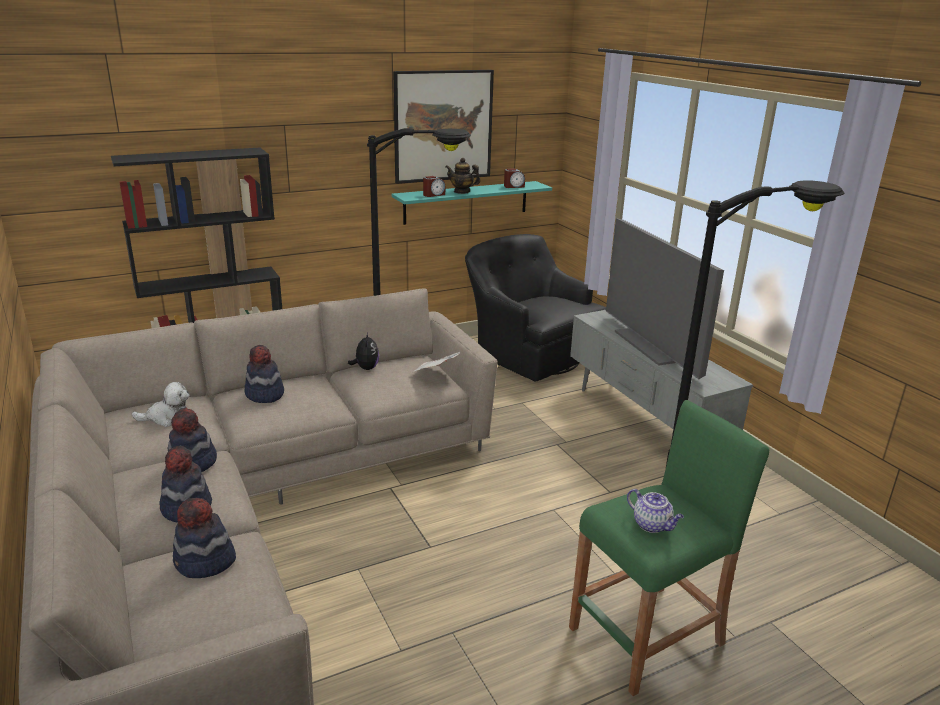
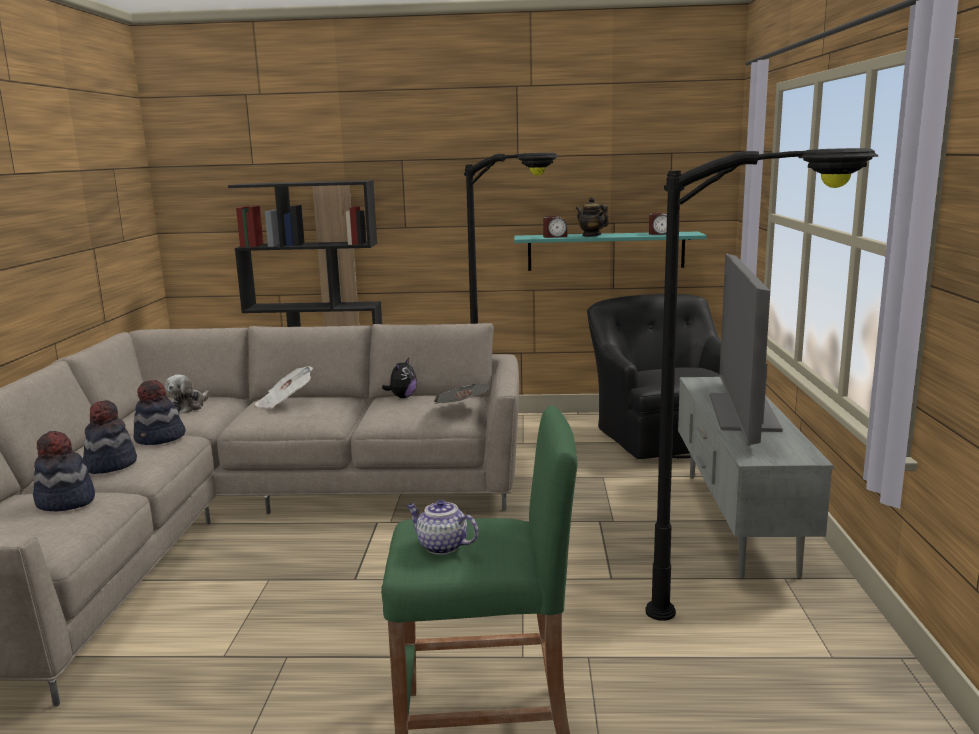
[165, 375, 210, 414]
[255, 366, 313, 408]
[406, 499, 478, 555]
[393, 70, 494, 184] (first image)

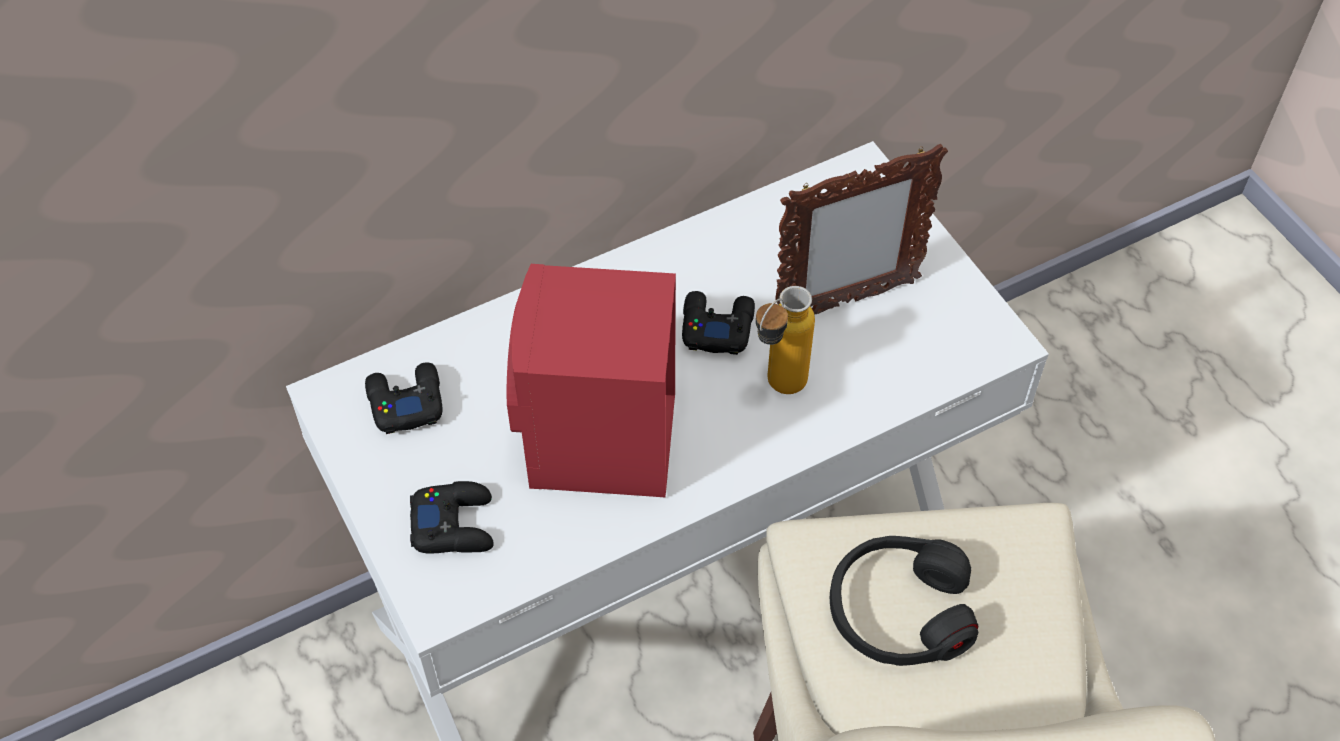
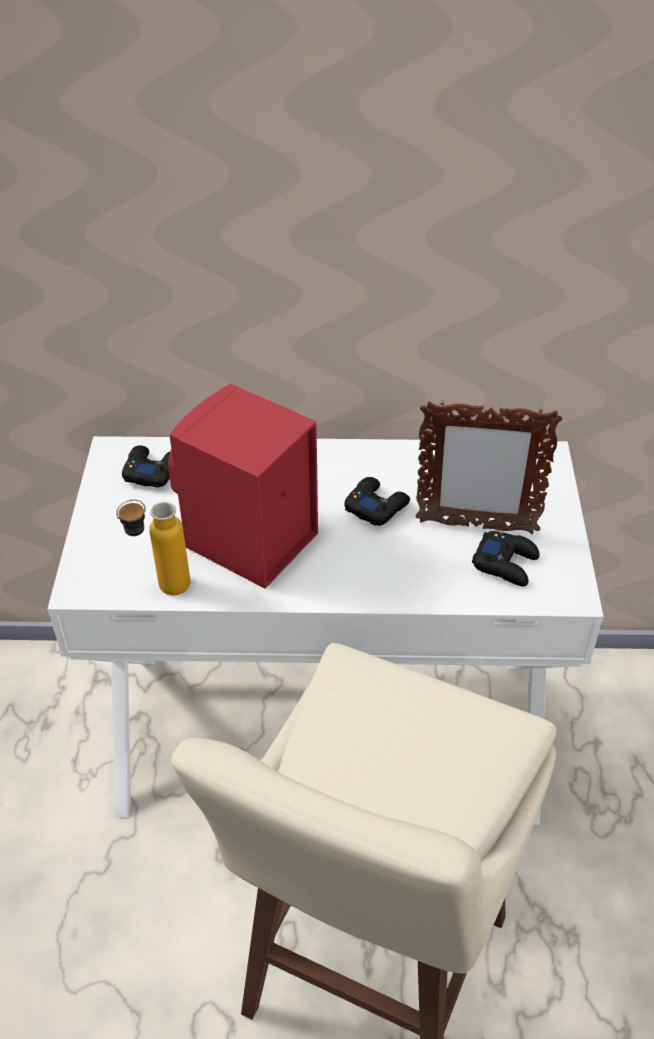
[116, 499, 190, 595]
[472, 531, 540, 586]
[830, 536, 978, 666] (first image)

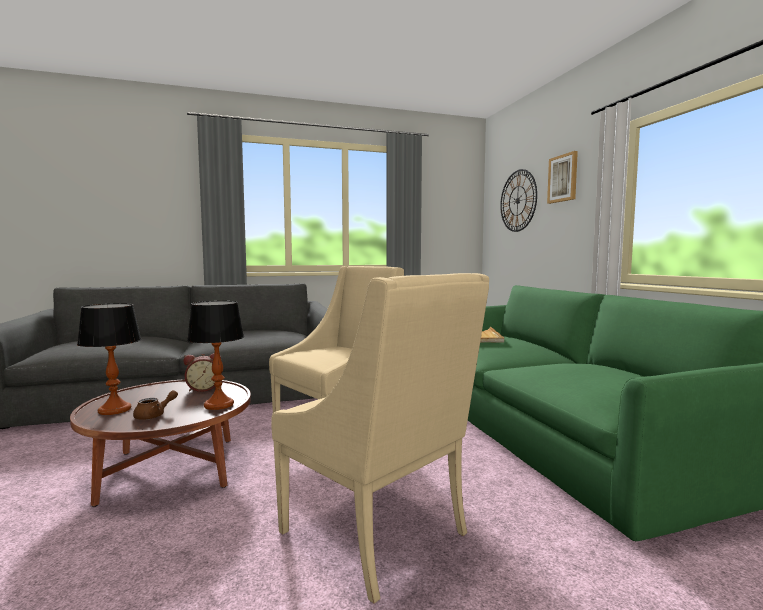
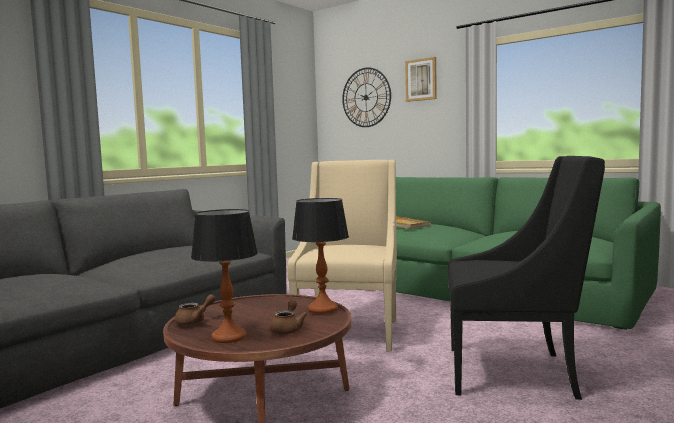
[175, 294, 216, 325]
[448, 156, 605, 400]
[183, 353, 221, 392] (first image)

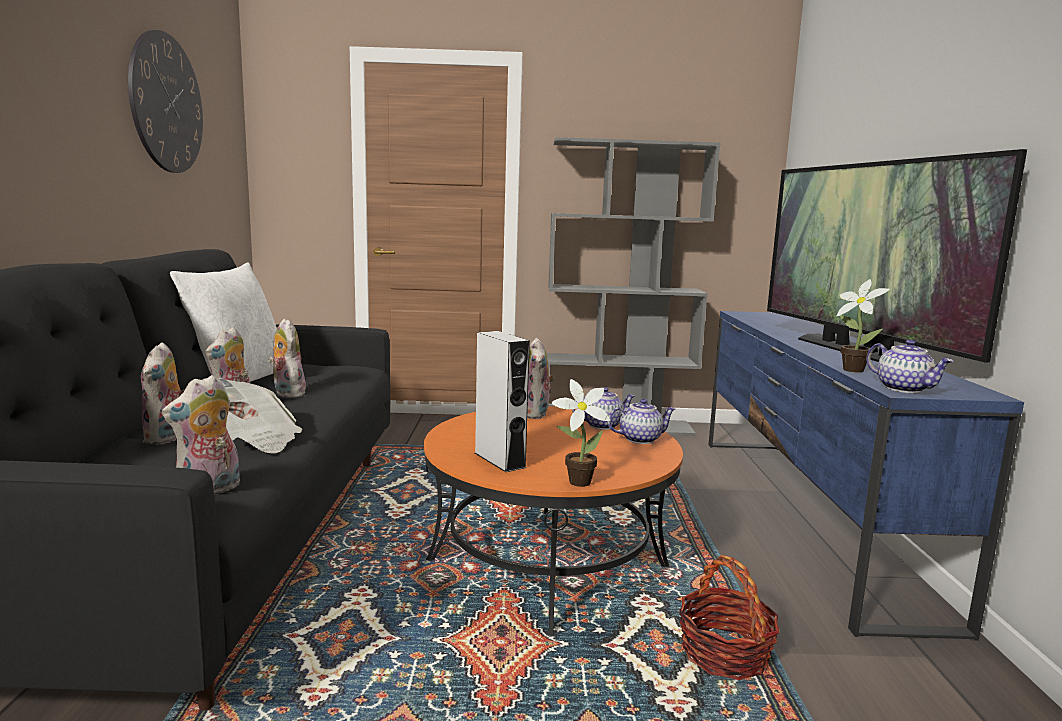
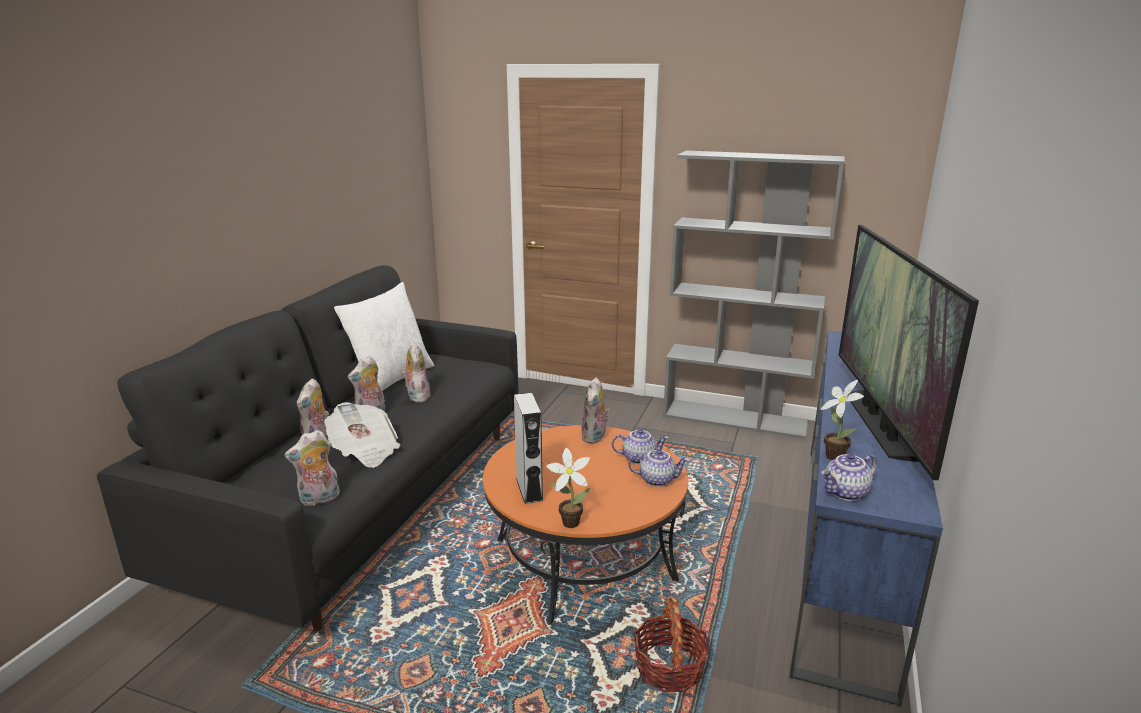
[821, 453, 877, 501]
[128, 30, 203, 173] (first image)

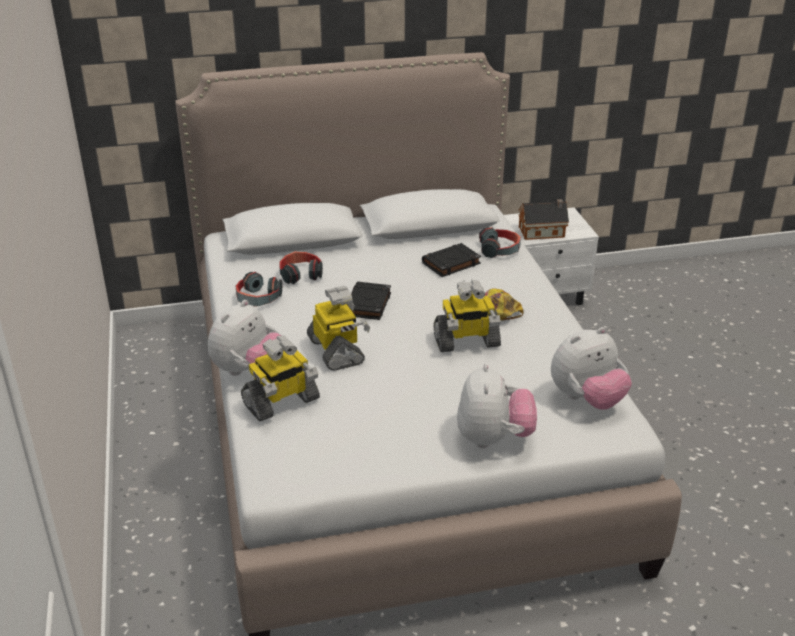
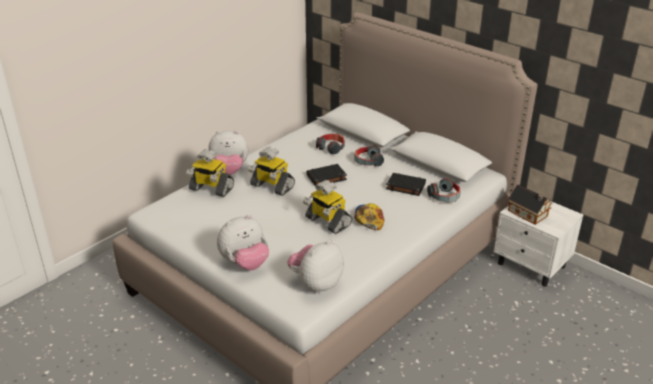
[248, 147, 295, 196]
[287, 240, 344, 293]
[354, 145, 384, 166]

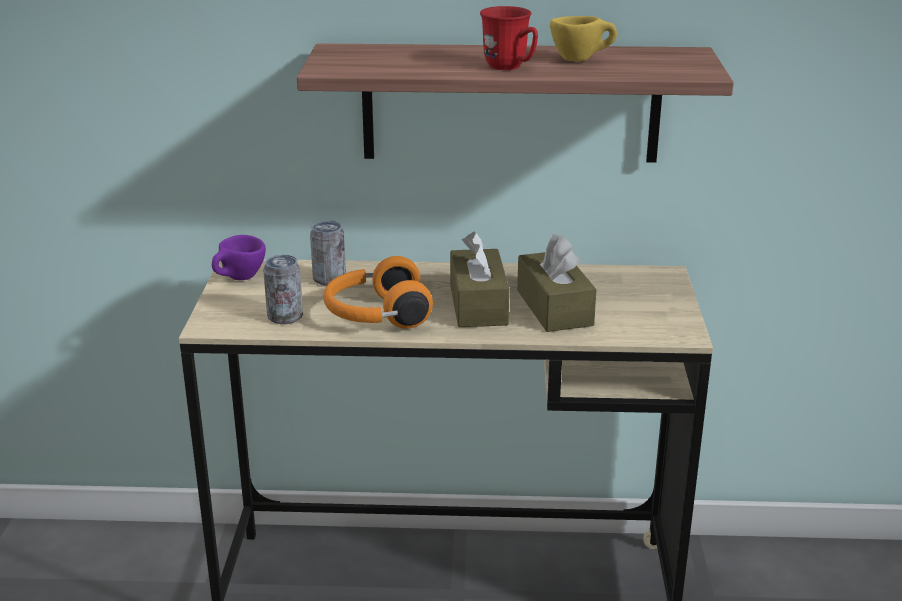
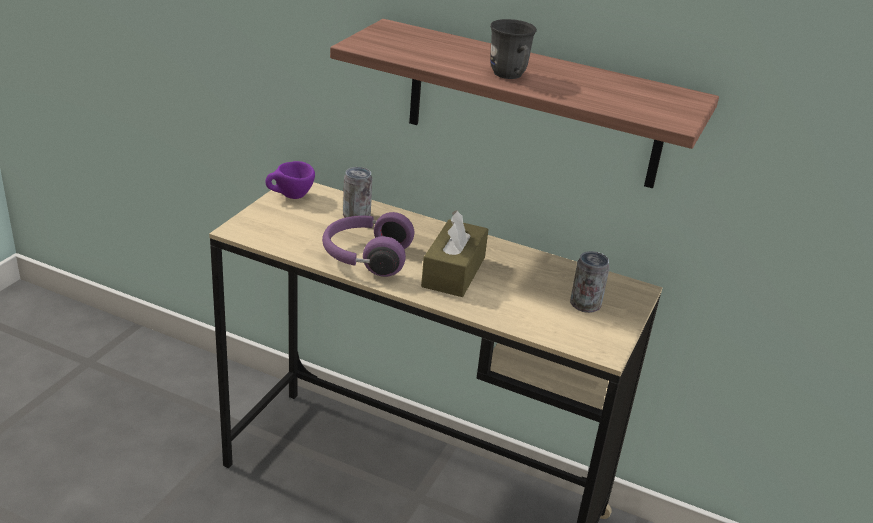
[322, 212, 414, 277]
[490, 19, 537, 79]
[570, 251, 609, 313]
[517, 234, 597, 332] (first image)
[550, 16, 617, 61] (first image)

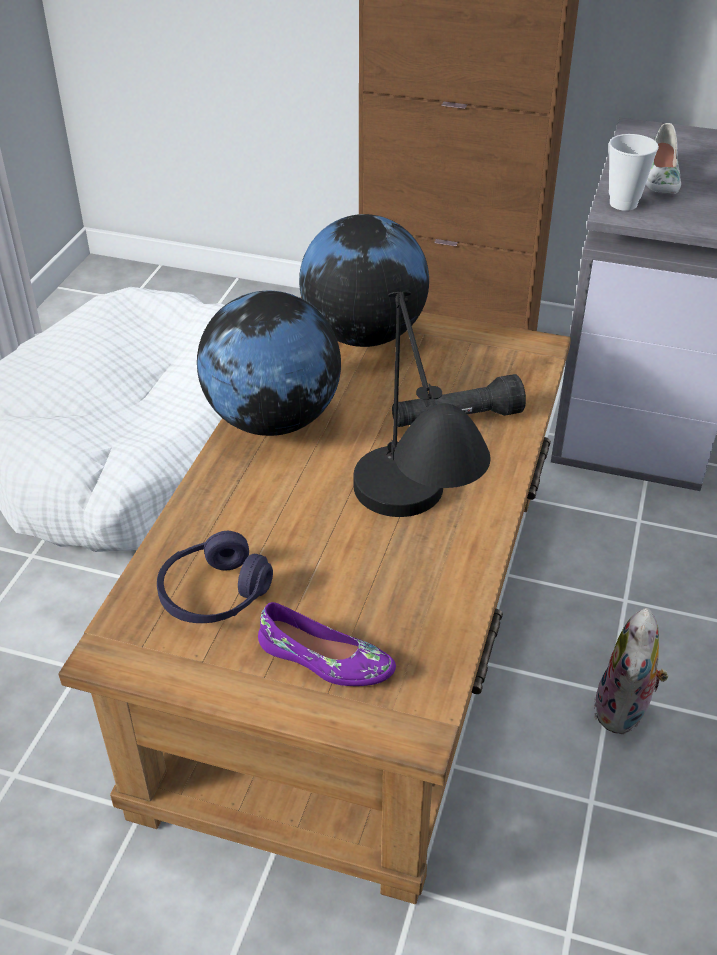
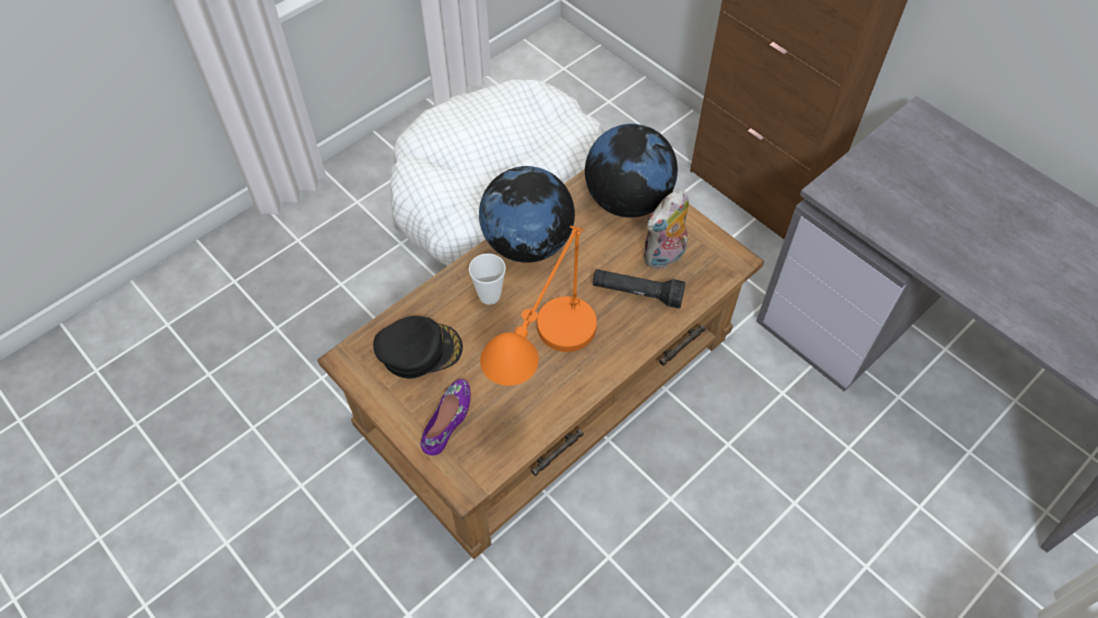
[373, 316, 463, 379]
[420, 379, 471, 455]
[469, 253, 506, 305]
[480, 226, 597, 386]
[643, 189, 689, 269]
[646, 123, 681, 194] (first image)

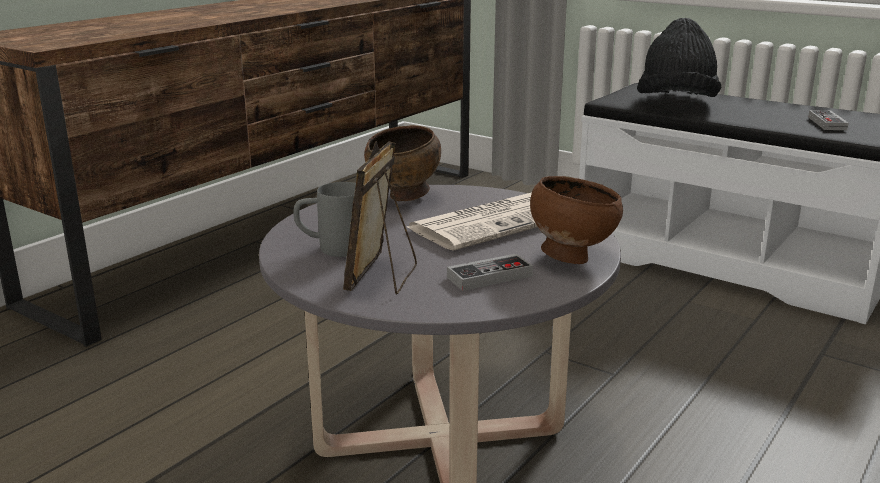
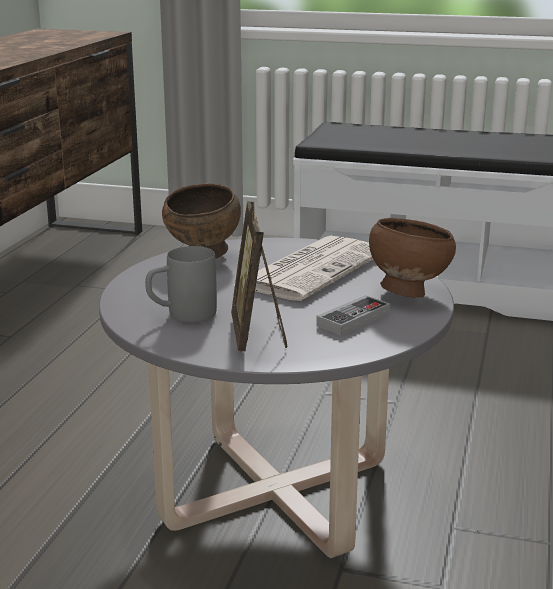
[637, 18, 721, 97] (first image)
[808, 110, 849, 130] (first image)

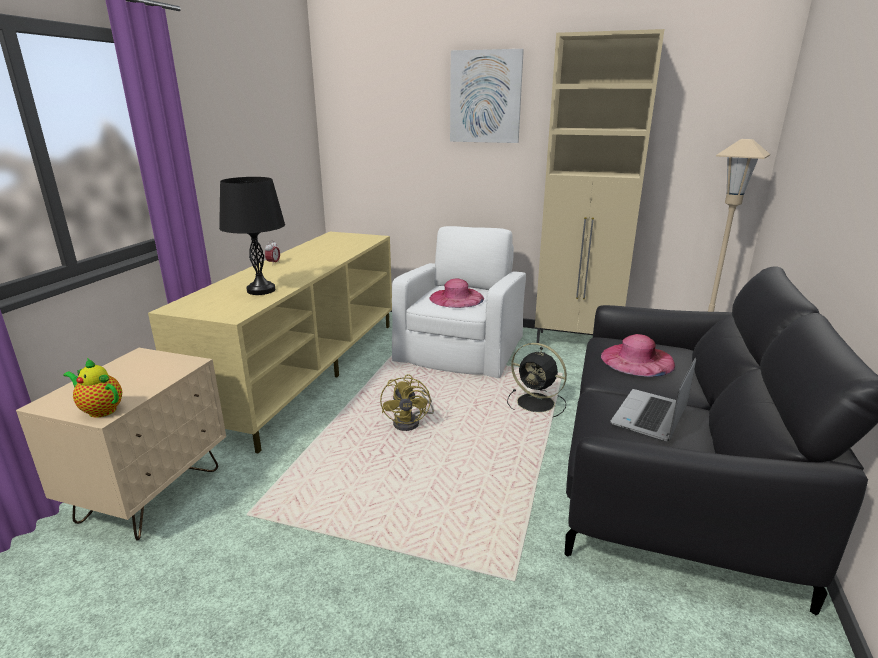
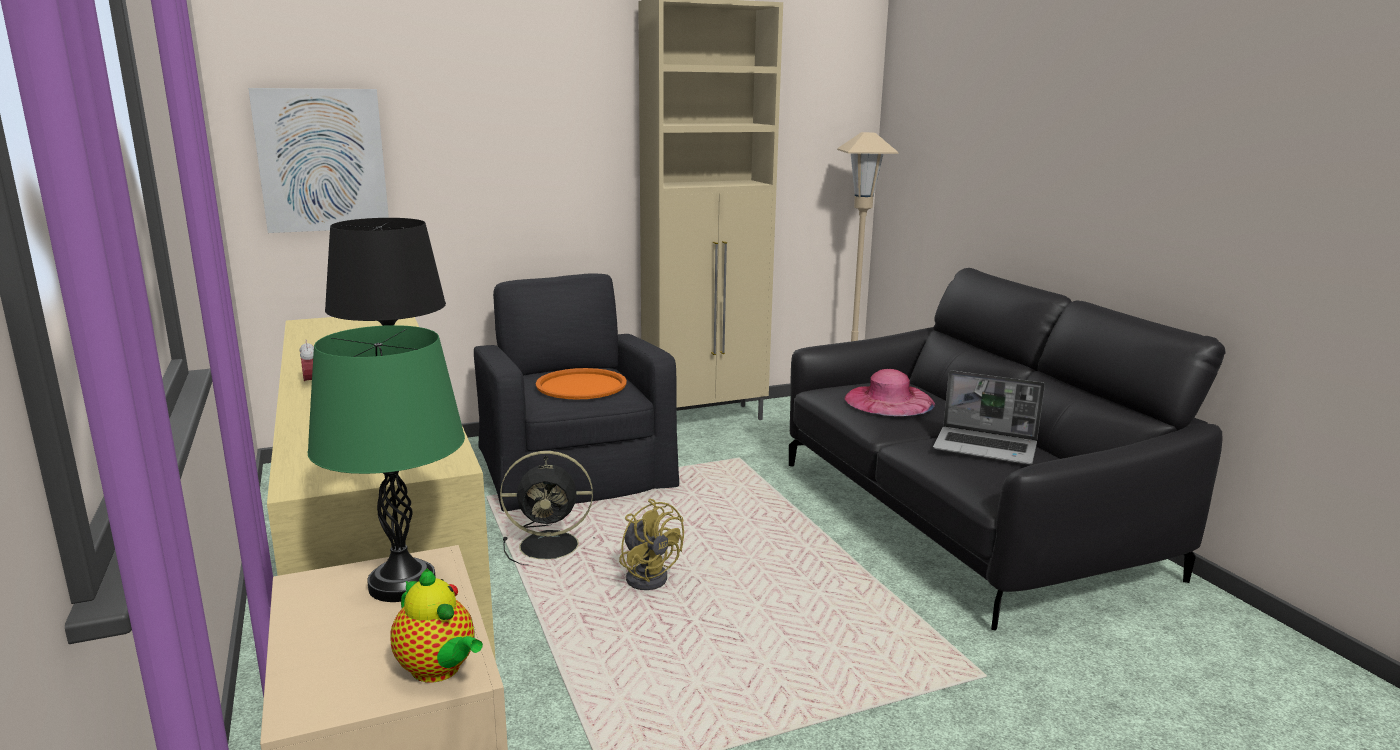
[248, 88, 389, 233]
[308, 325, 465, 602]
[390, 568, 483, 683]
[474, 273, 679, 511]
[500, 451, 595, 565]
[536, 368, 627, 399]
[933, 370, 1045, 464]

